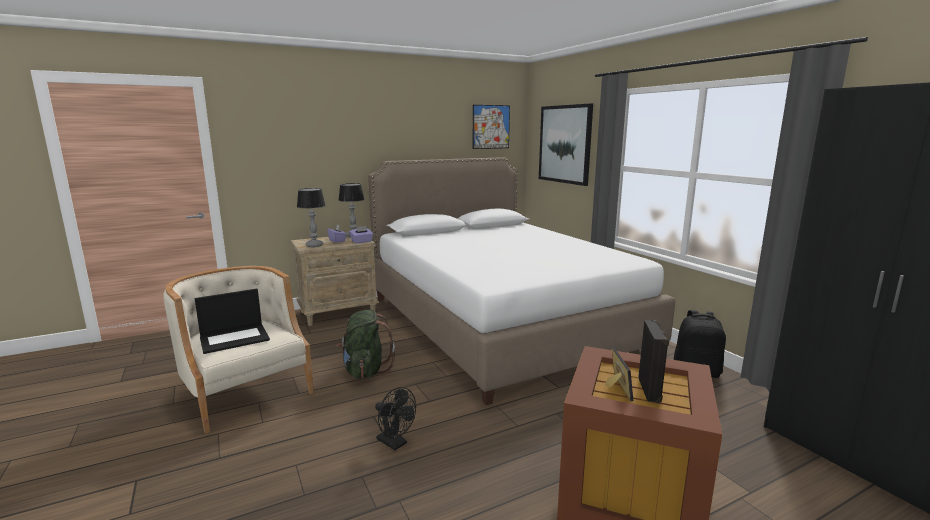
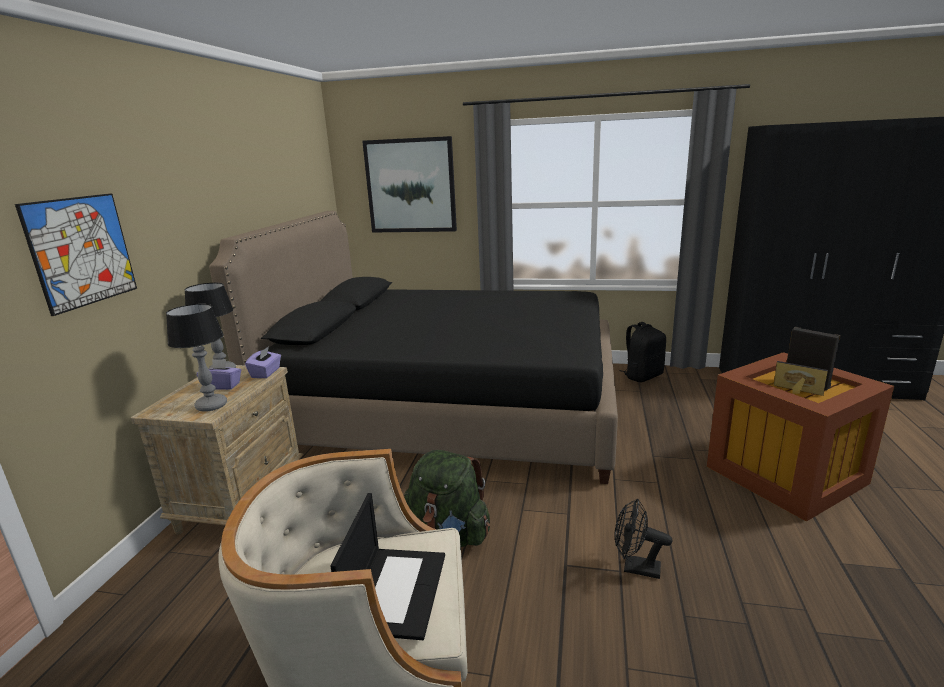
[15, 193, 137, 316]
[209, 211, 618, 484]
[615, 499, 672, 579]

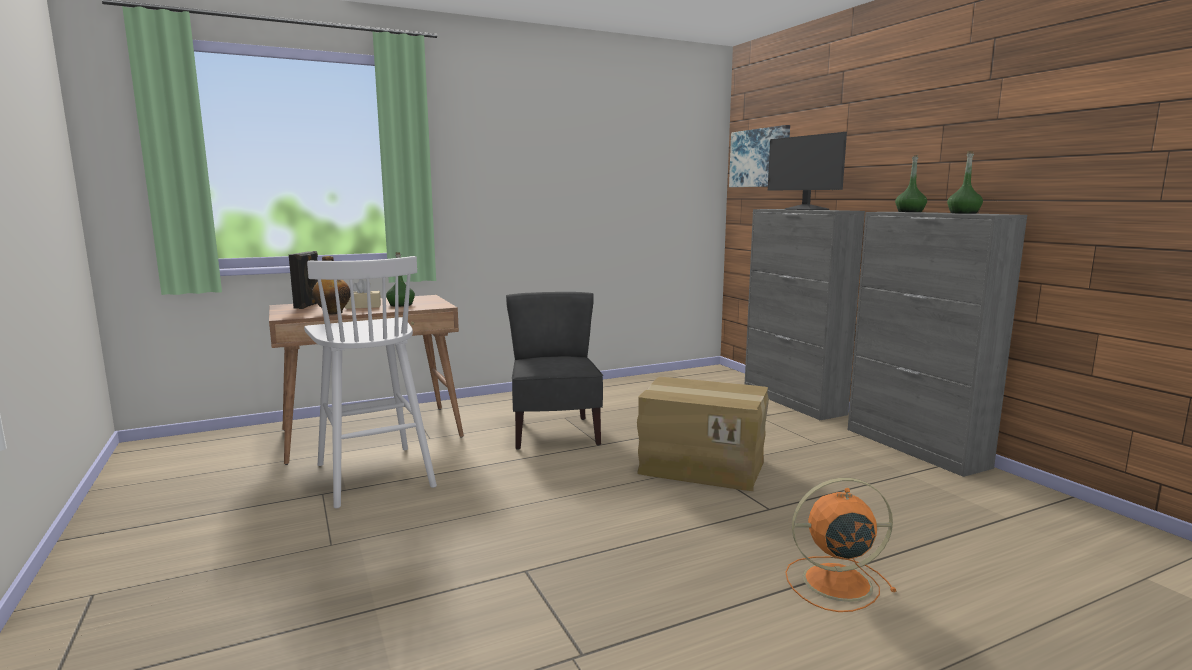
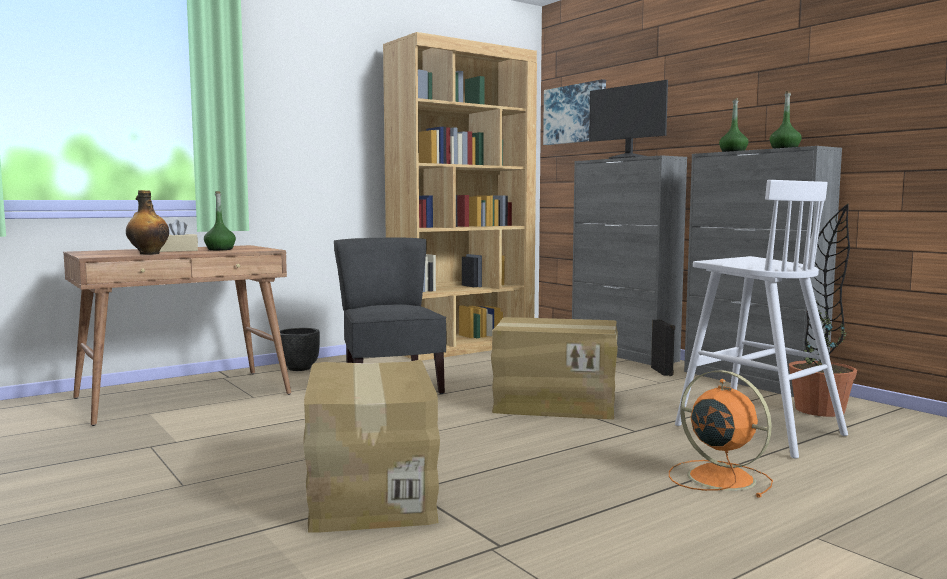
[280, 328, 320, 371]
[303, 360, 440, 533]
[383, 32, 537, 361]
[651, 319, 675, 376]
[669, 370, 773, 498]
[675, 180, 848, 459]
[789, 204, 857, 417]

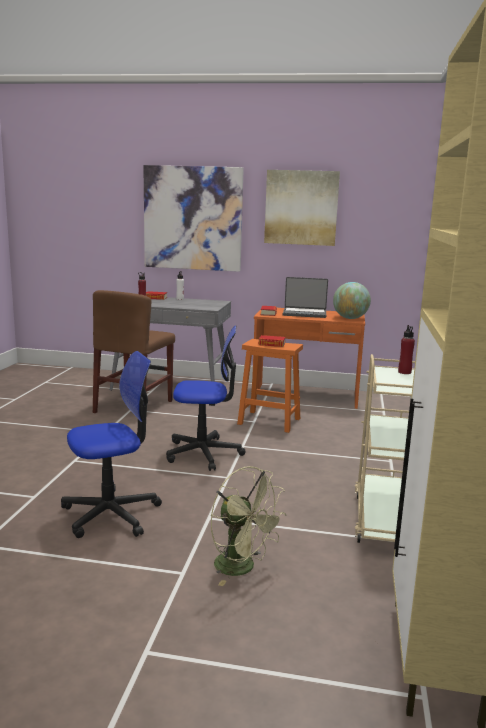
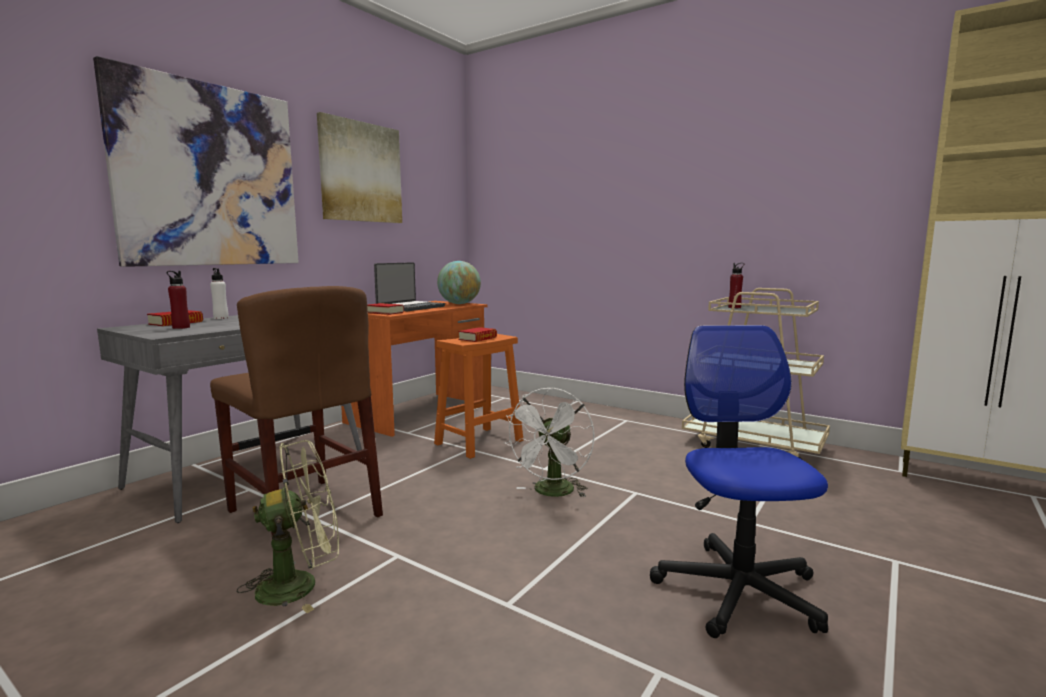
[237, 440, 339, 613]
[504, 388, 595, 497]

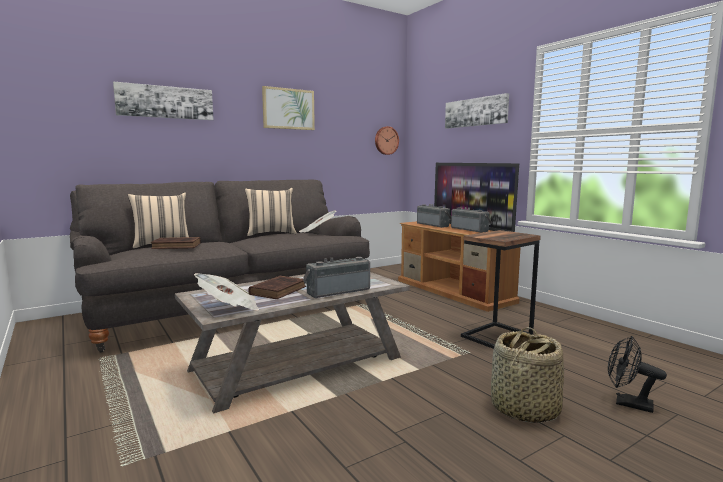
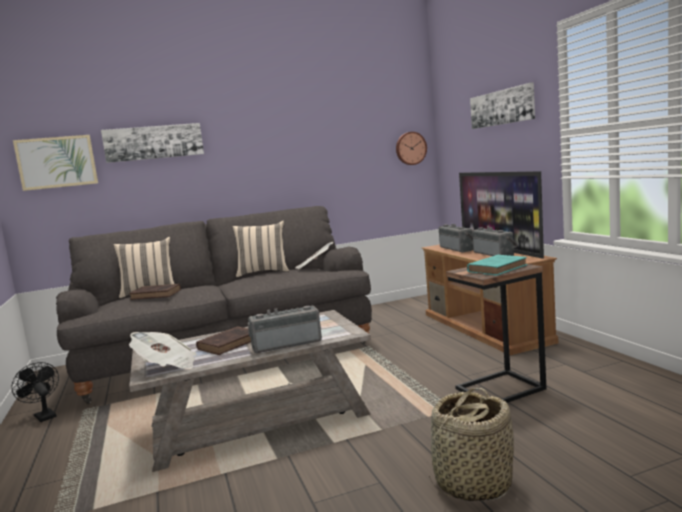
[11, 362, 59, 422]
[13, 135, 98, 191]
[467, 255, 527, 275]

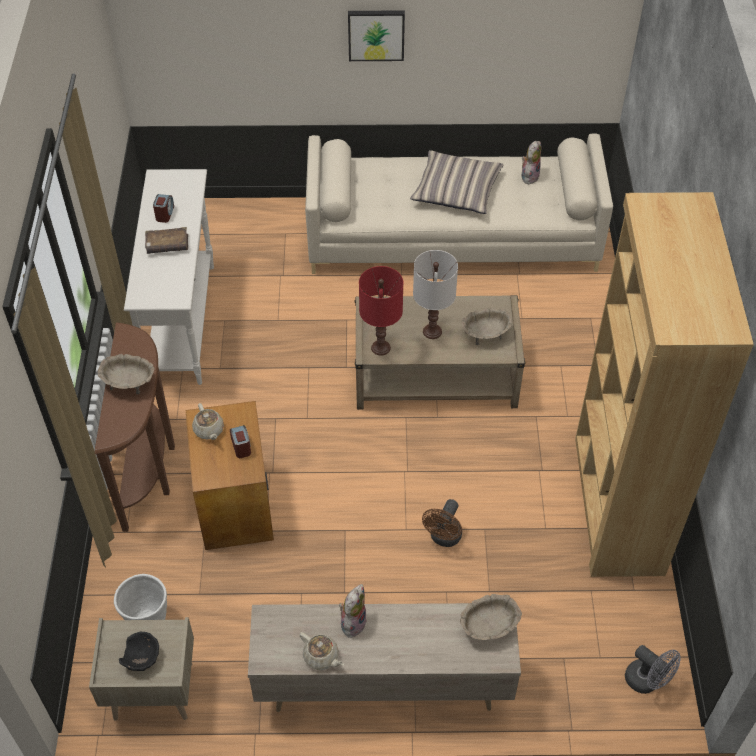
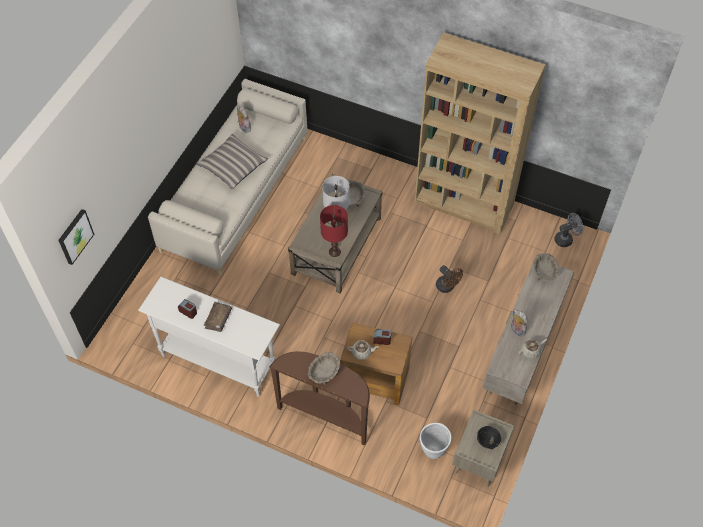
[58, 209, 94, 265]

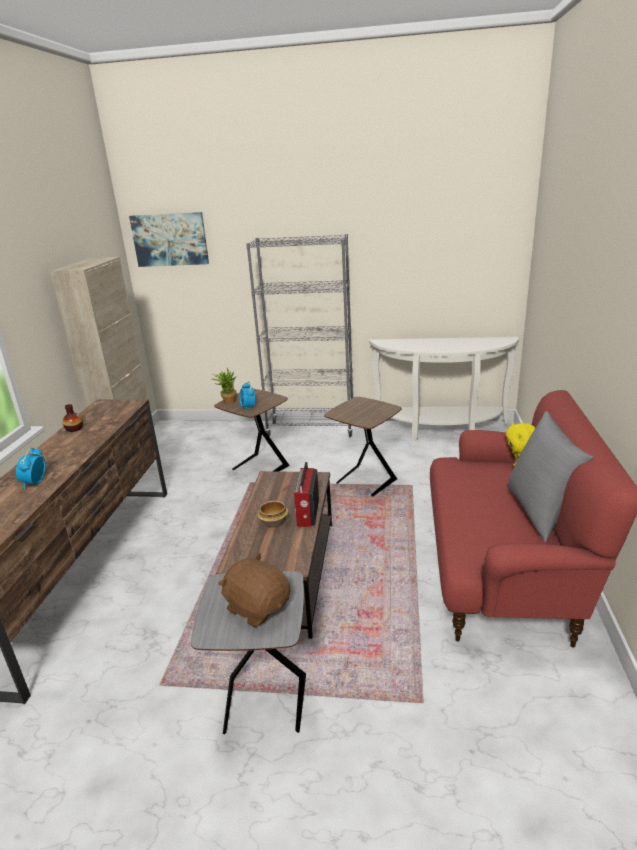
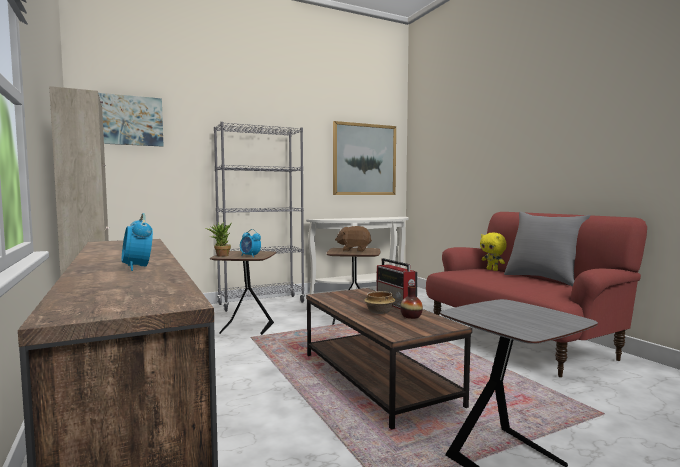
[333, 121, 396, 195]
[335, 226, 372, 252]
[400, 285, 423, 319]

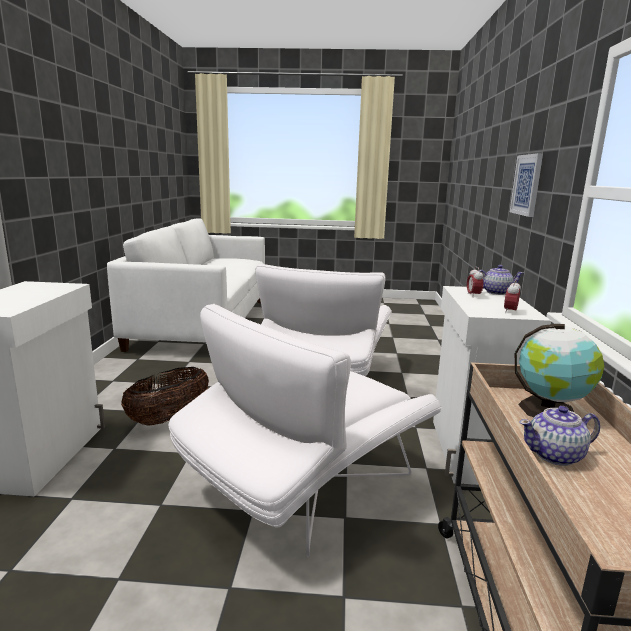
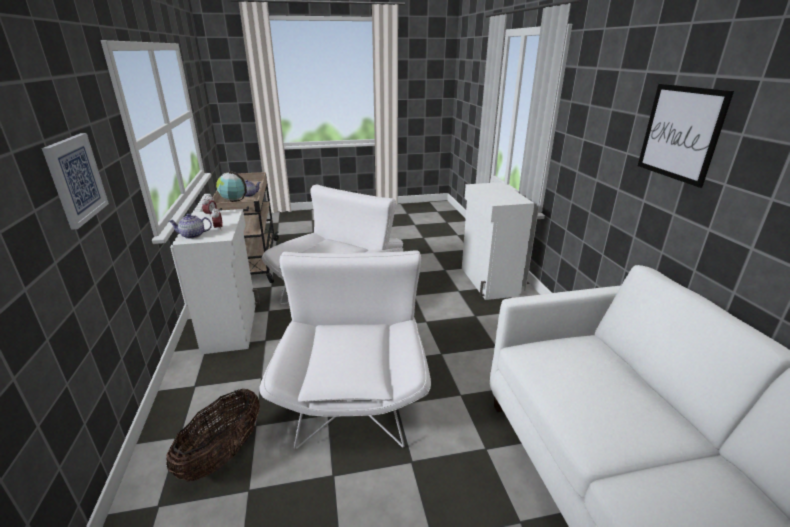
[166, 388, 260, 481]
[638, 84, 734, 188]

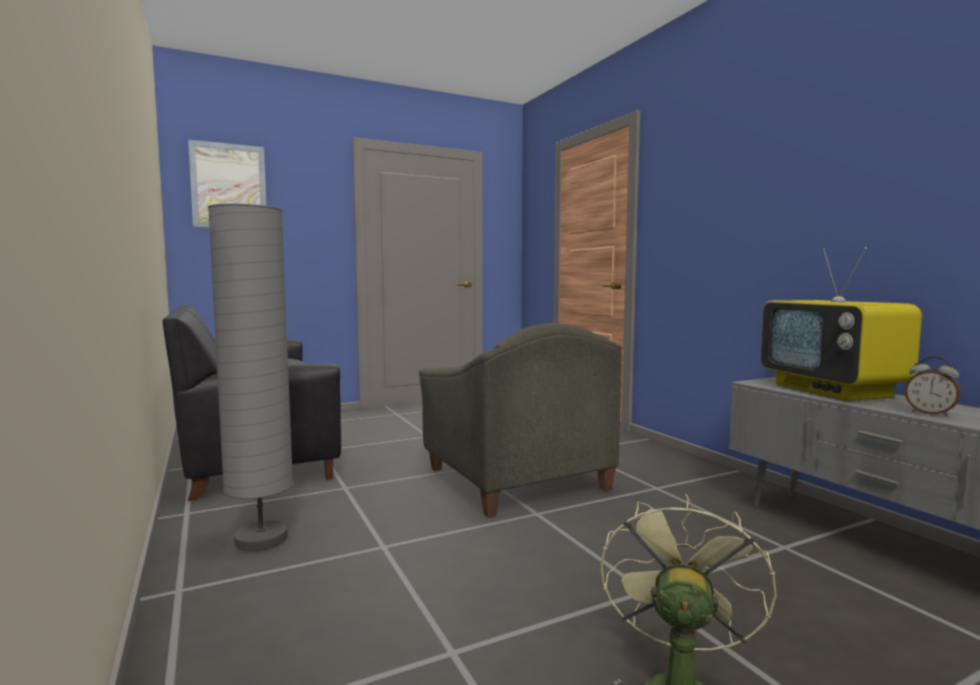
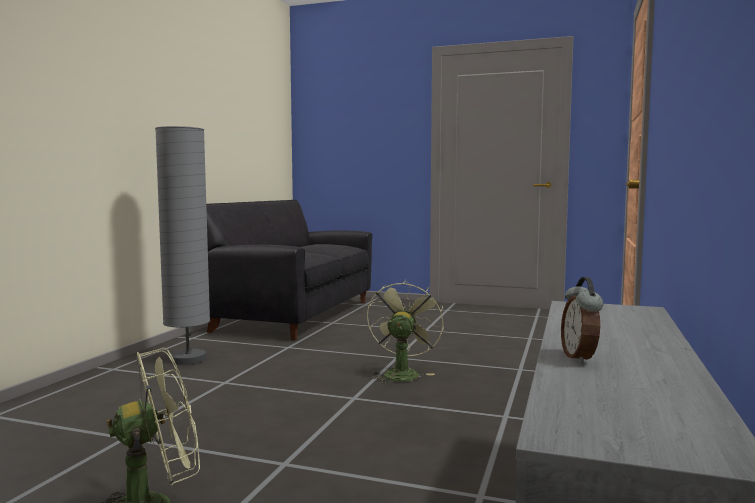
[367, 279, 444, 384]
[188, 140, 266, 228] (first image)
[761, 247, 922, 401] (first image)

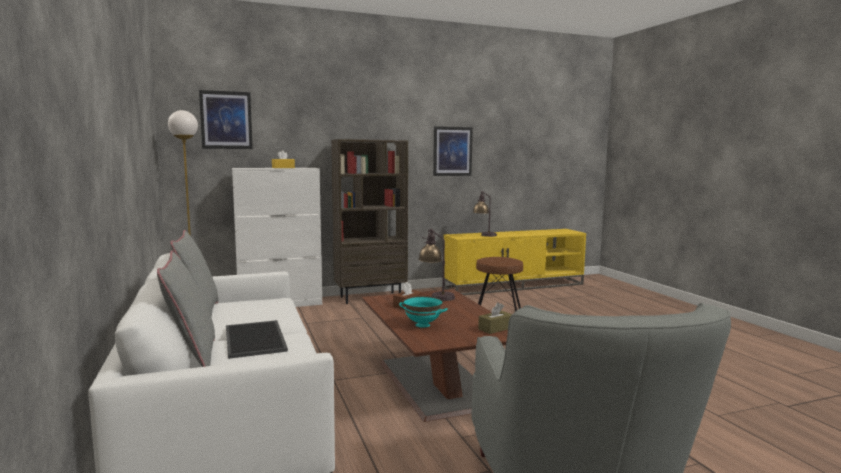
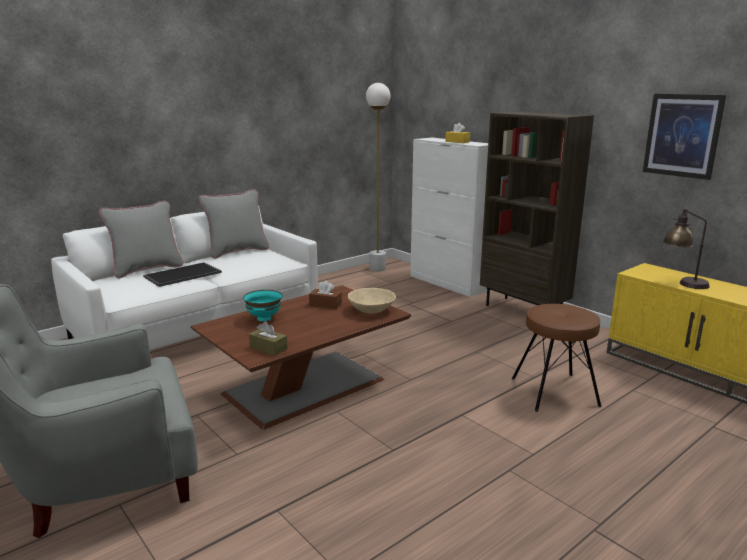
[348, 288, 396, 313]
[199, 90, 253, 149] (first image)

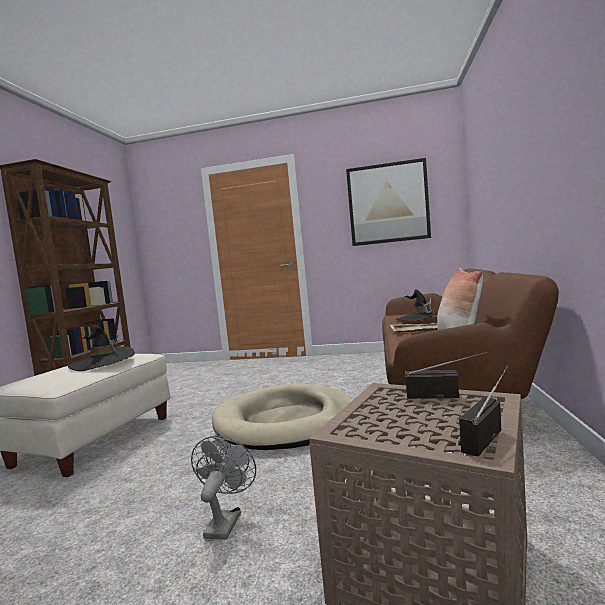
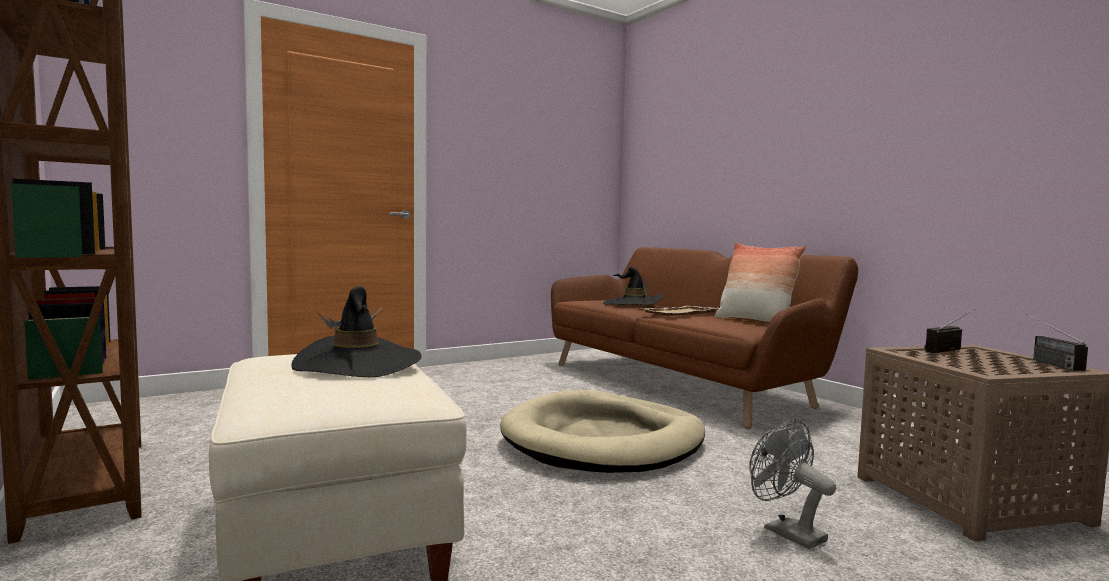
[346, 158, 431, 246] (first image)

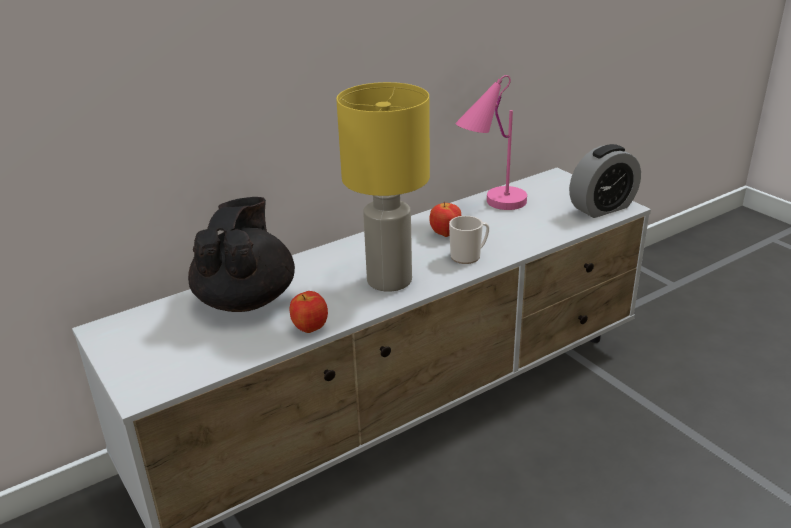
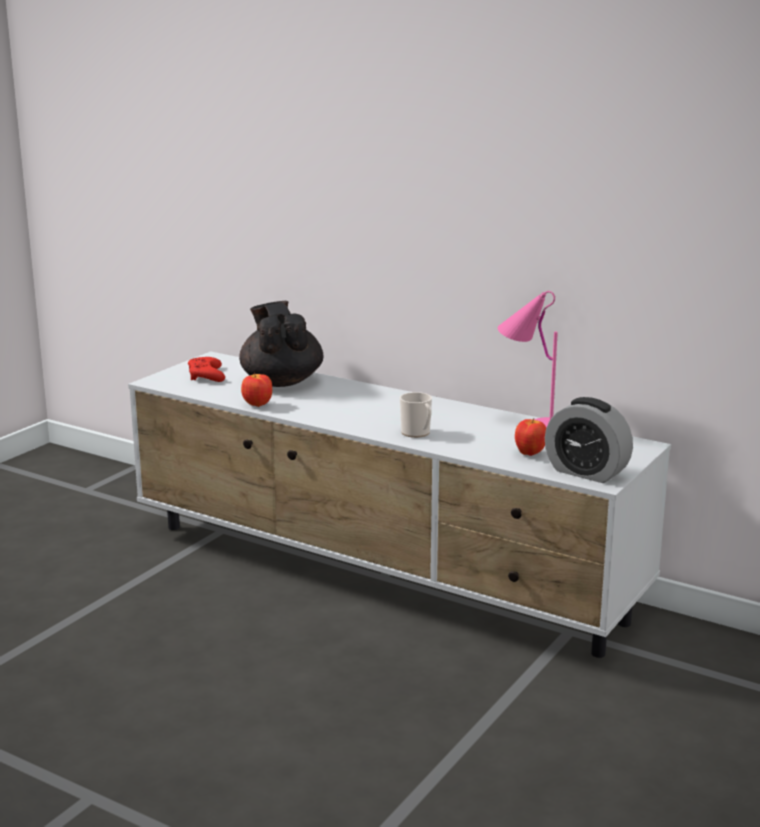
[188, 357, 225, 382]
[239, 301, 323, 387]
[515, 418, 546, 456]
[336, 82, 430, 292] (first image)

